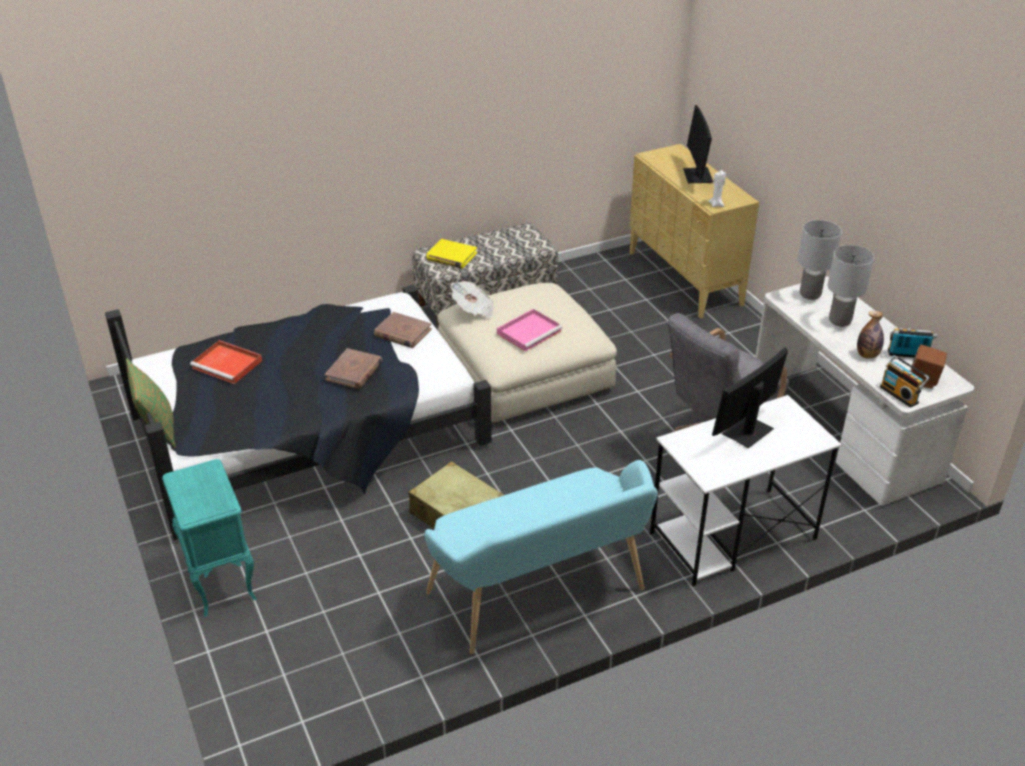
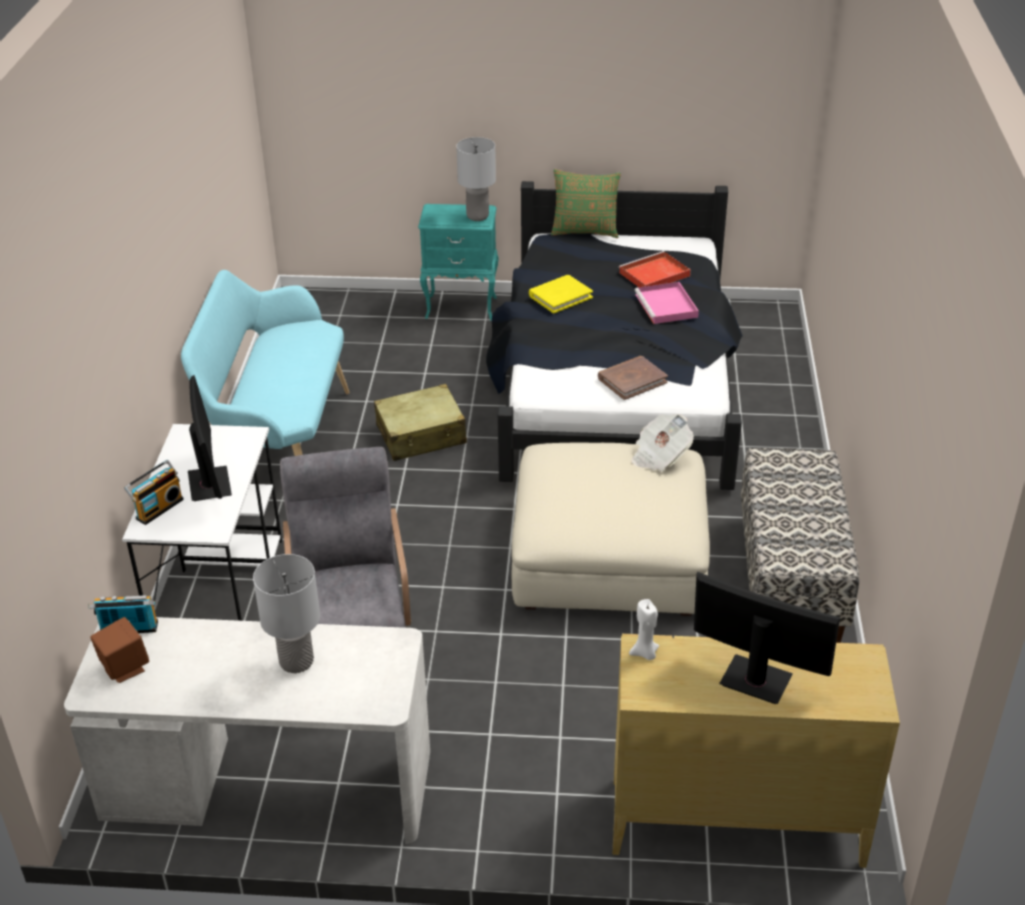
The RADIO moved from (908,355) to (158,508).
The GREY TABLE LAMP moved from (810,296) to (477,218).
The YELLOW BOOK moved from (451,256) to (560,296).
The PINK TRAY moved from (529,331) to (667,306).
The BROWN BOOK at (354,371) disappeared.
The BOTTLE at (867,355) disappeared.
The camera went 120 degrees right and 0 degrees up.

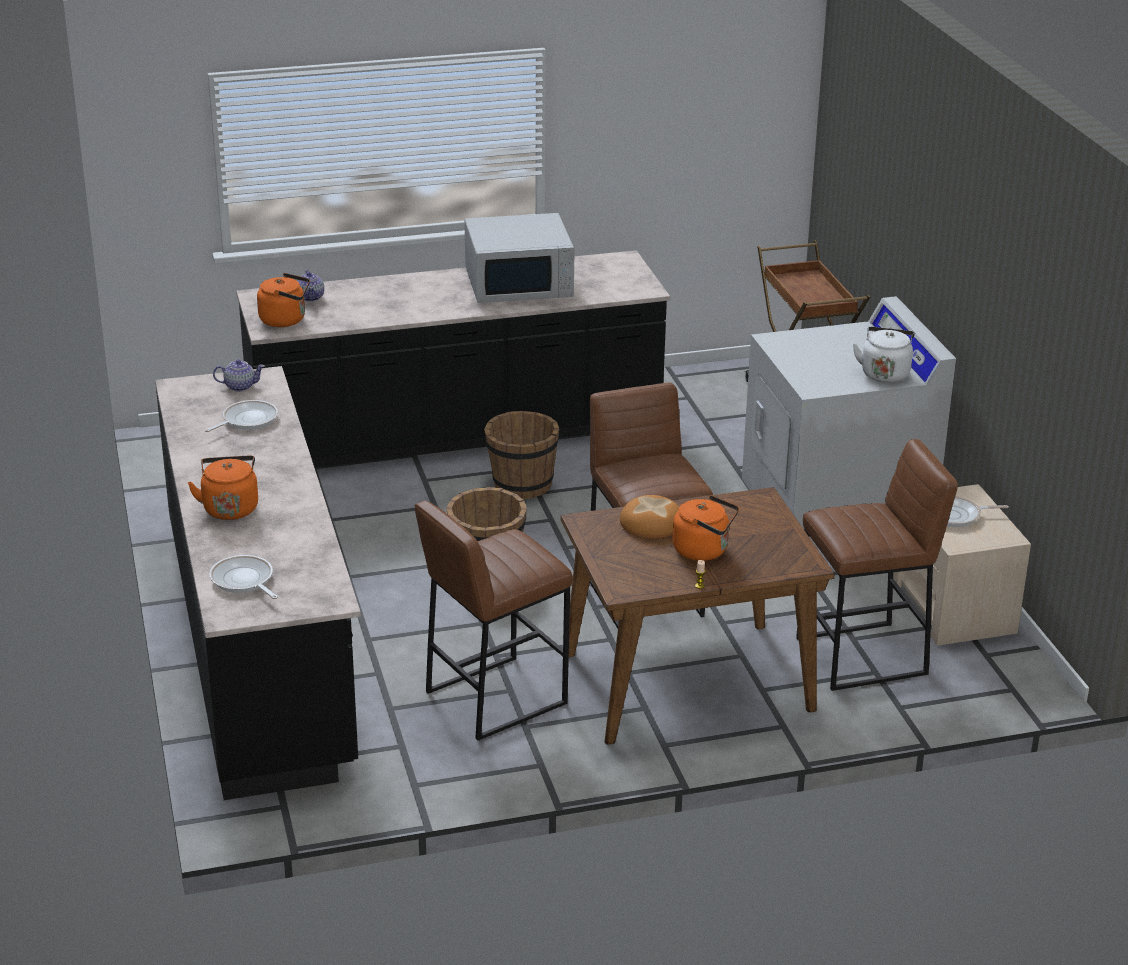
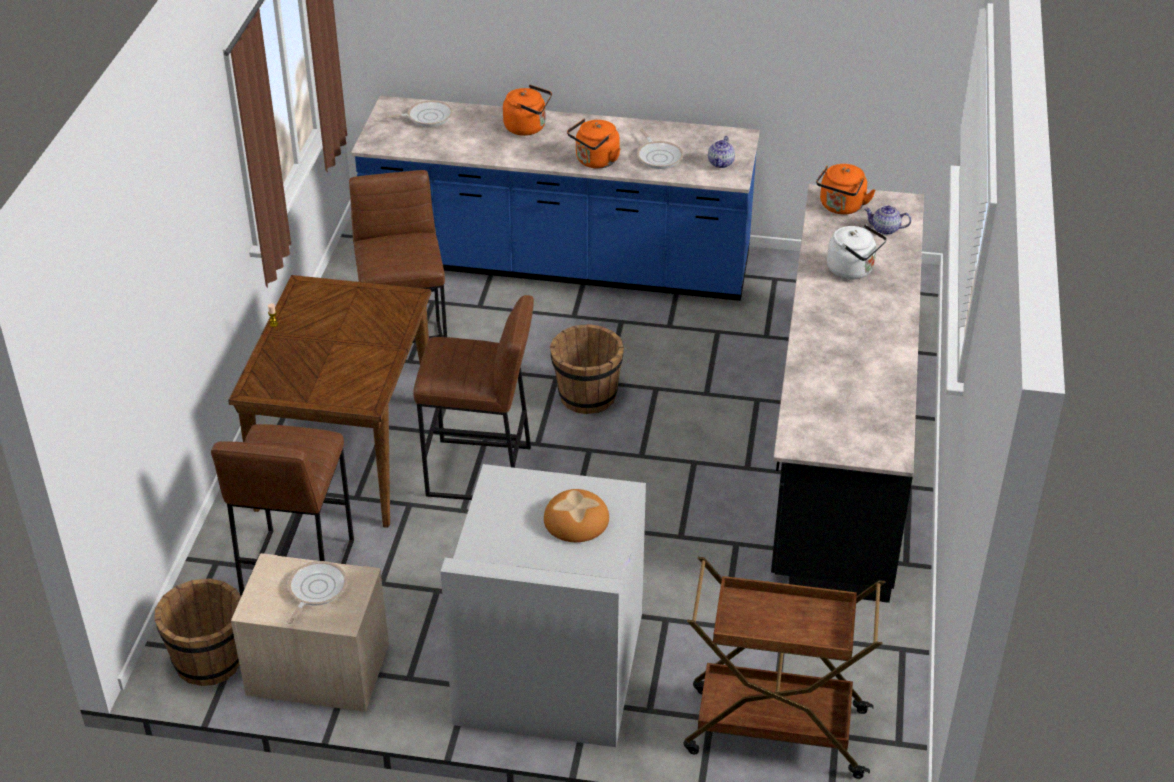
The BROWN BUCKET moved from (521,485) to (209,660).
The BLACK COUNTER at (260,642) became the BLUE COUNTER at (558,263).
The BREAD moved from (652,523) to (576,521).
The ORANGE KETTLE moved from (704,551) to (595,161).
The WHITE KETTLE moved from (884,373) to (853,270).
The WHITE MICROWAVE at (520,283) disappeared.
The camera went 115 degrees right and 10 degrees up.

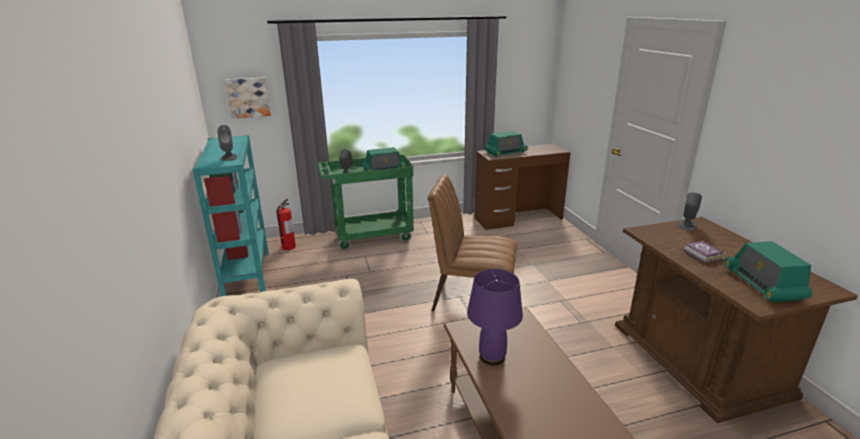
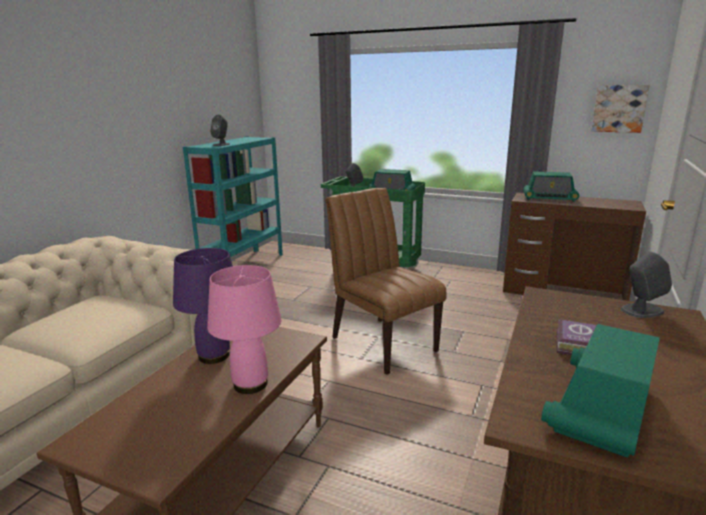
The PINK TABLE LAMP at (250,384) appeared.
The PICTURE moved from (248,97) to (619,108).
The FIRE EXTINGUISHER at (288,247) disappeared.
The camera went 40 degrees right and 5 degrees down.

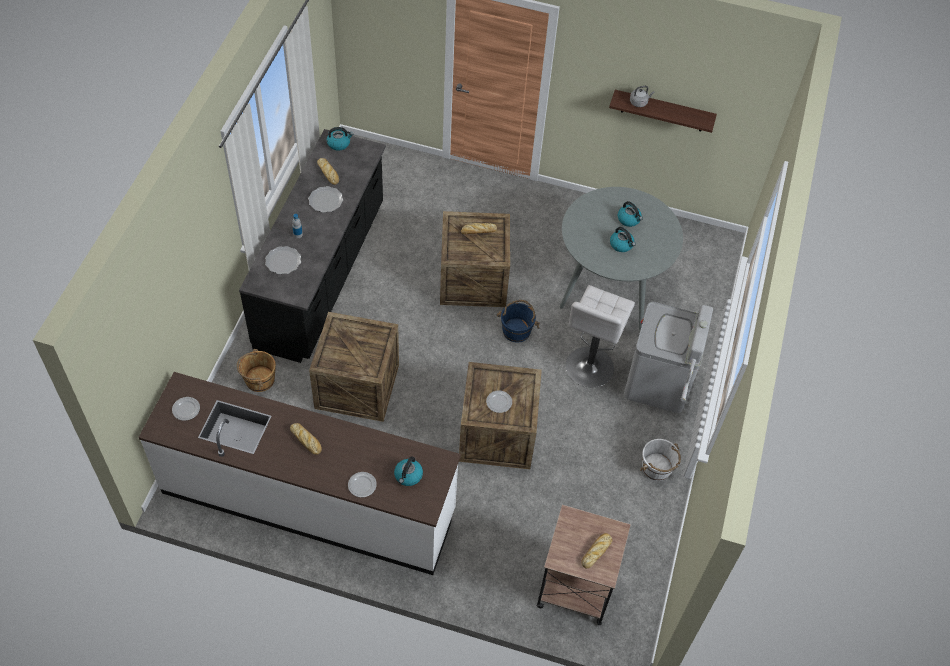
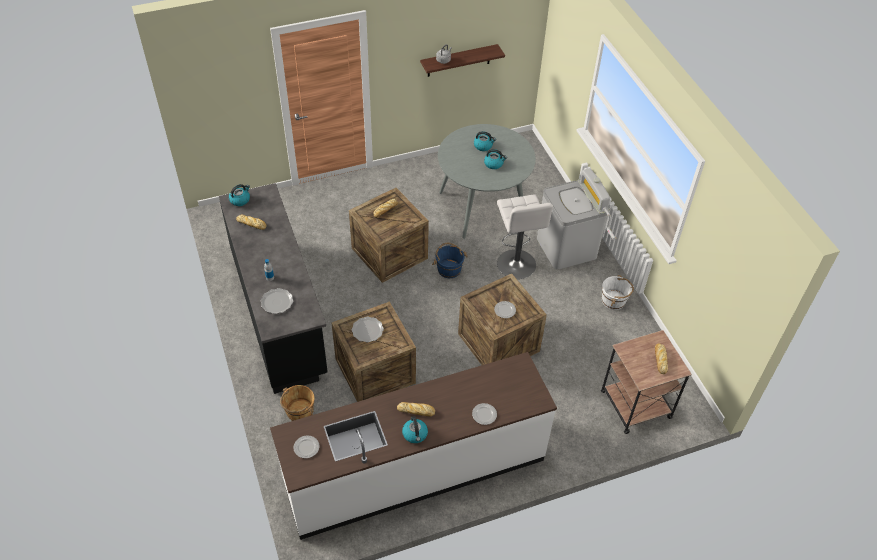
The PLATE moved from (326,201) to (367,330).
The KETTLE moved from (408,476) to (415,434).
The camera went 35 degrees left and 5 degrees down.

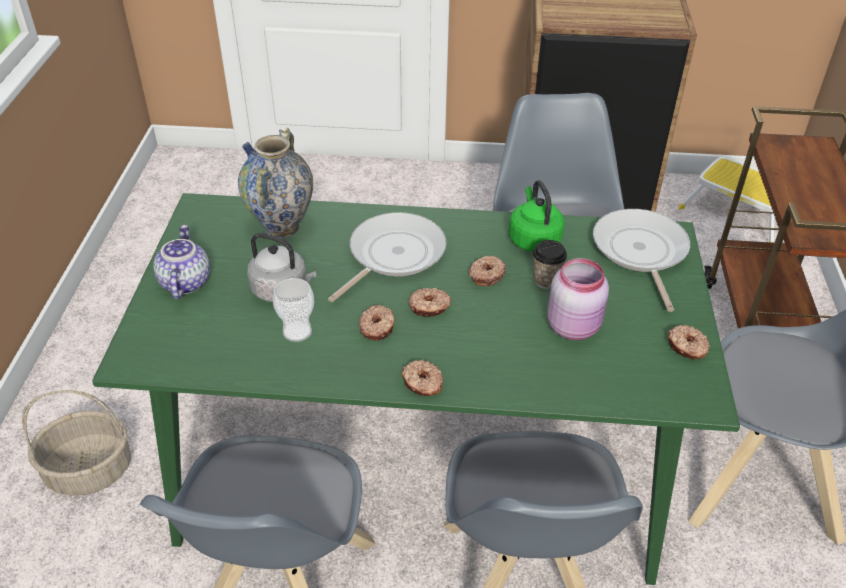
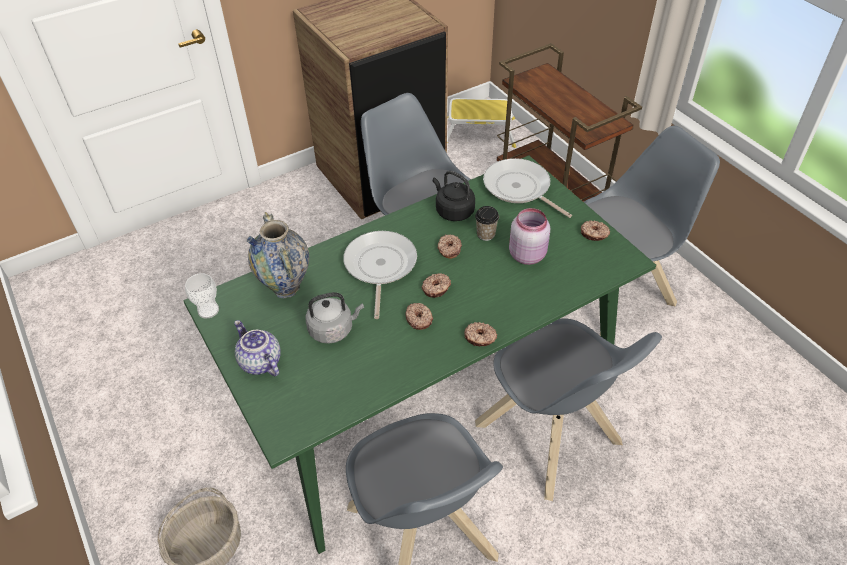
The CUP moved from (297,331) to (208,310).
The GREEN KETTLE at (533,238) became the BLACK KETTLE at (453,211).
The camera went 35 degrees left and 5 degrees up.

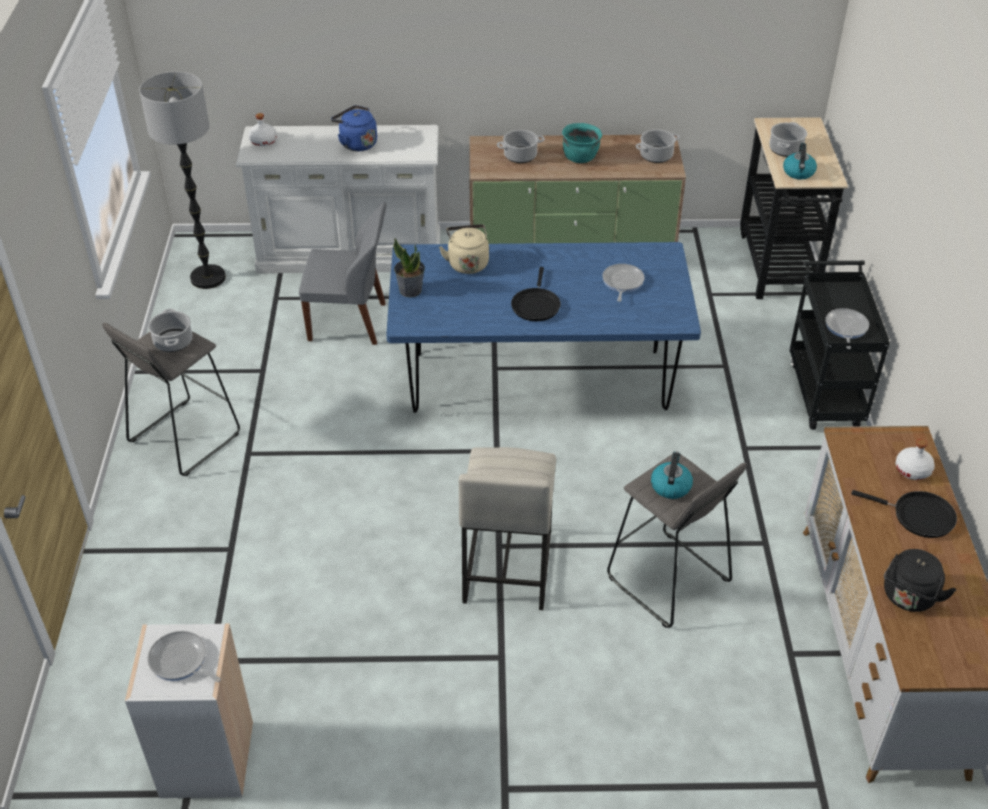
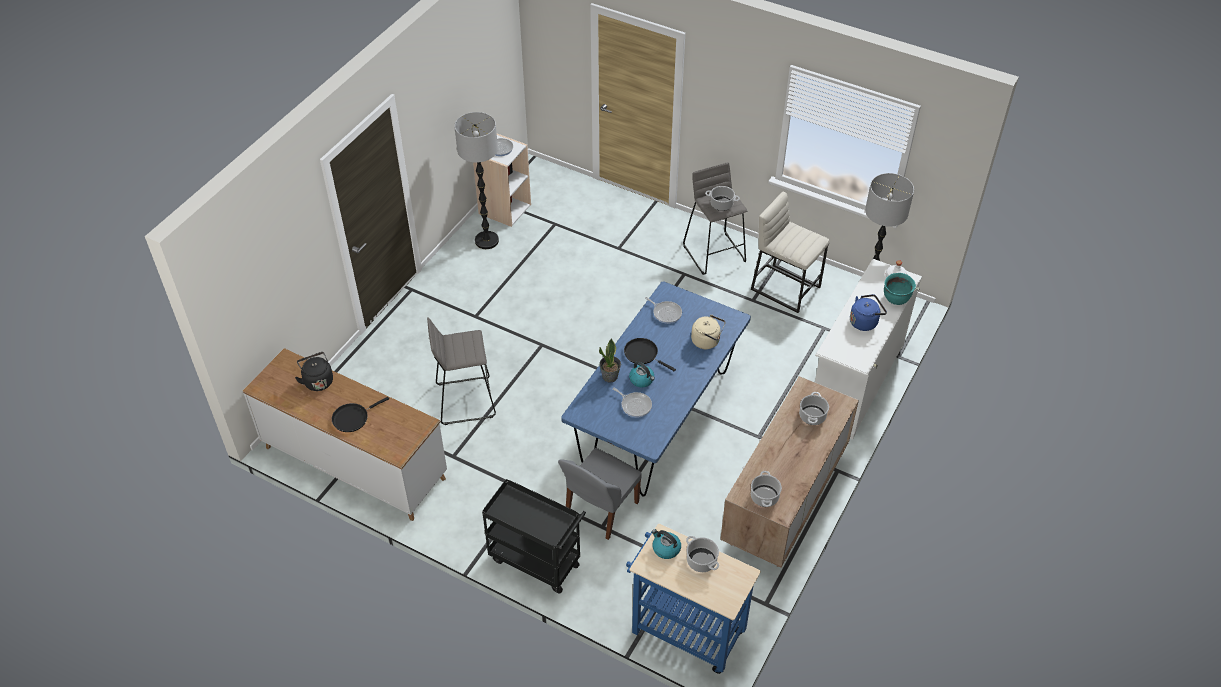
The FLOOR LAMP at (486,241) appeared.
The GREY CHAIR moved from (350,322) to (600,510).
The POTTED PLANT moved from (410,290) to (610,376).
The BLACK CART at (778,266) became the BLUE CART at (686,632).
The KETTLE moved from (670,486) to (642,380).
The FRYING PAN moved from (845,328) to (666,313).
The BEIGE STOOL moved from (507,567) to (785,288).
The TURQUOISE COOKING POT moved from (580,158) to (896,299).
The WHITE BOTTLE at (913,470) disappeared.
The camera went 120 degrees right and 5 degrees up.

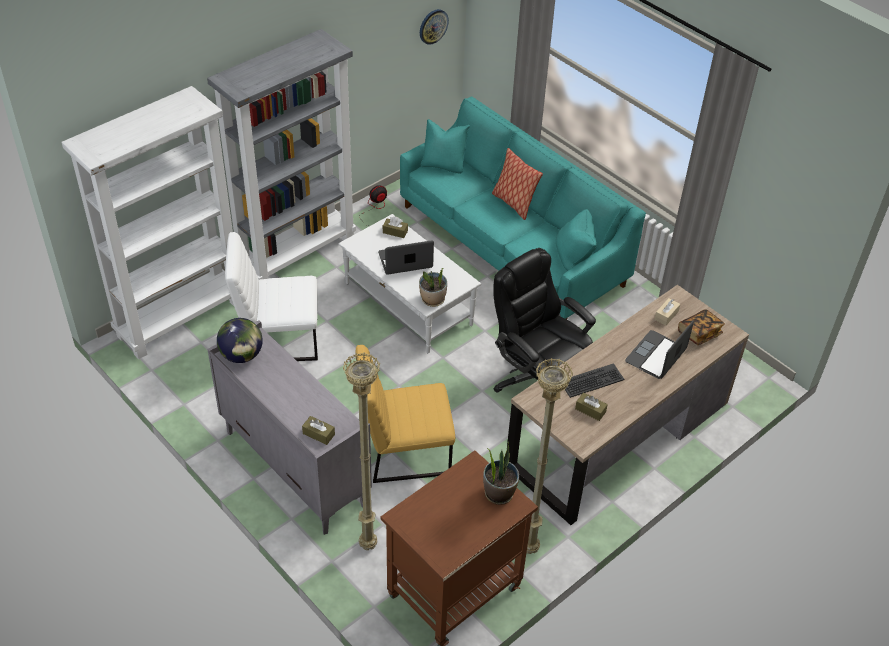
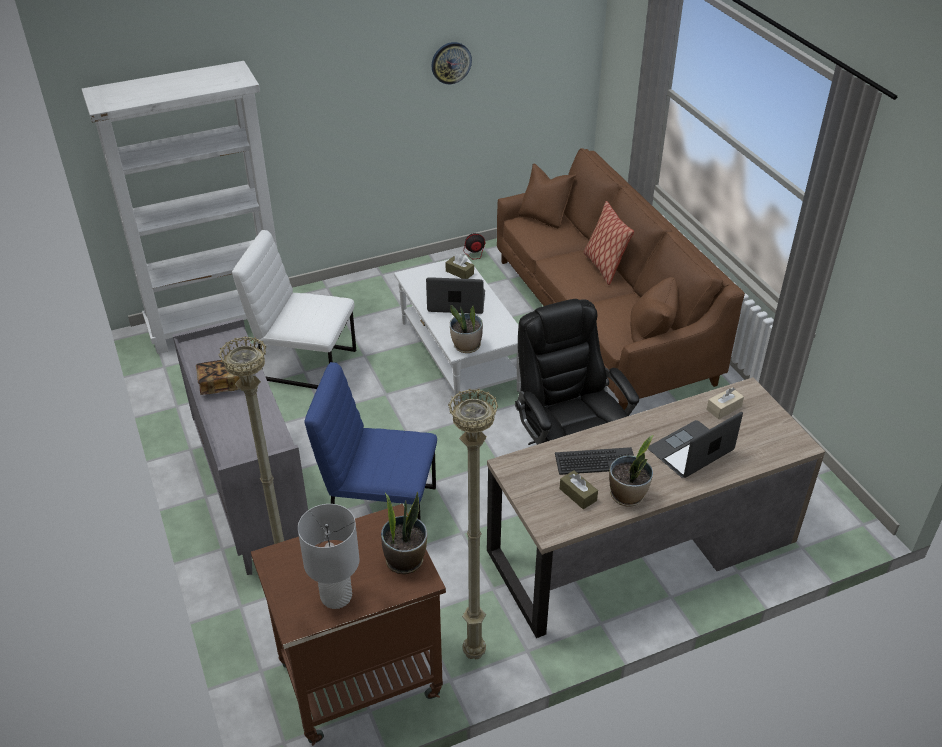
The BOOK moved from (699,333) to (222,384).
The GREY TABLE LAMP at (337,599) appeared.
The YELLOW CHAIR at (404,452) became the BLUE CHAIR at (380,508).
The WALL CLOCK moved from (433,26) to (451,62).
The TURQUOISE SOFA at (511,245) became the BROWN SOFA at (601,319).
The POTTED PLANT at (627,496) appeared.
The GREY BOOKCASE at (297,253) disappeared.
The GLOBE at (242,355) disappeared.
The BROWN TISSUE BOX at (318,434) disappeared.
The camera went 20 degrees right and 5 degrees down.

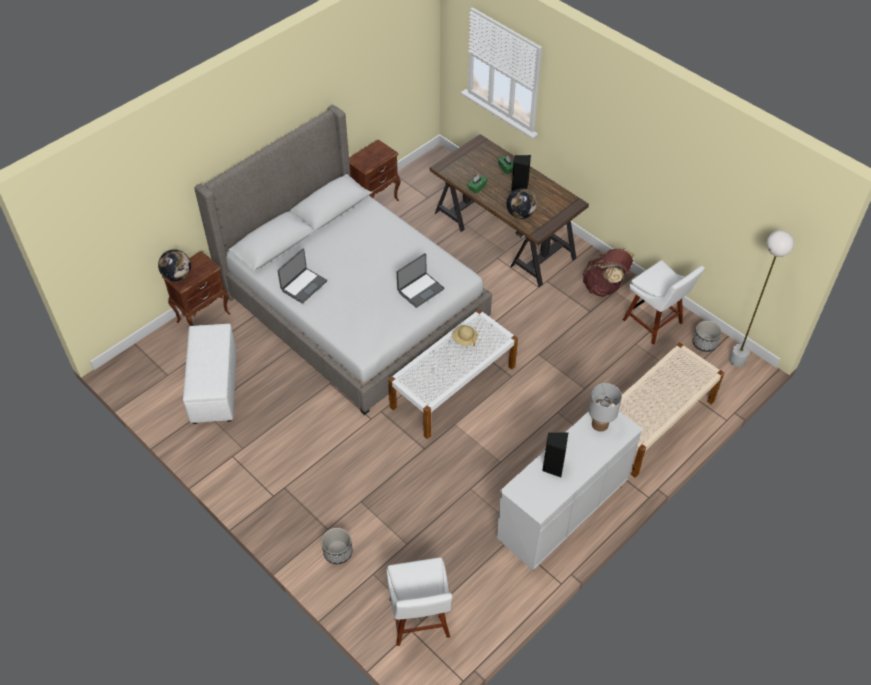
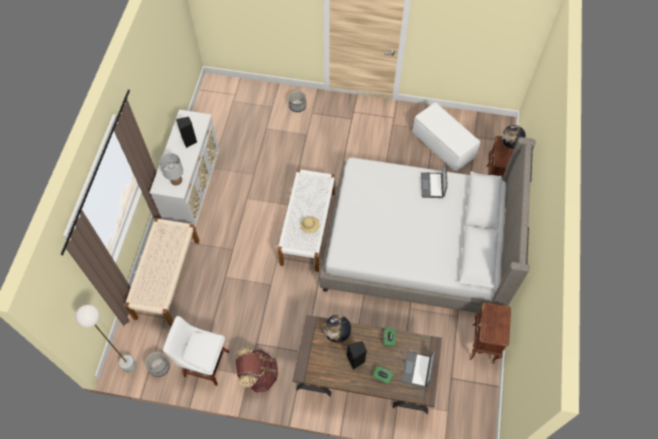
The LAPTOP moved from (420,290) to (417,370).
The WHITE CHAIR at (420,621) disappeared.
The camera went 145 degrees right and 10 degrees up.

